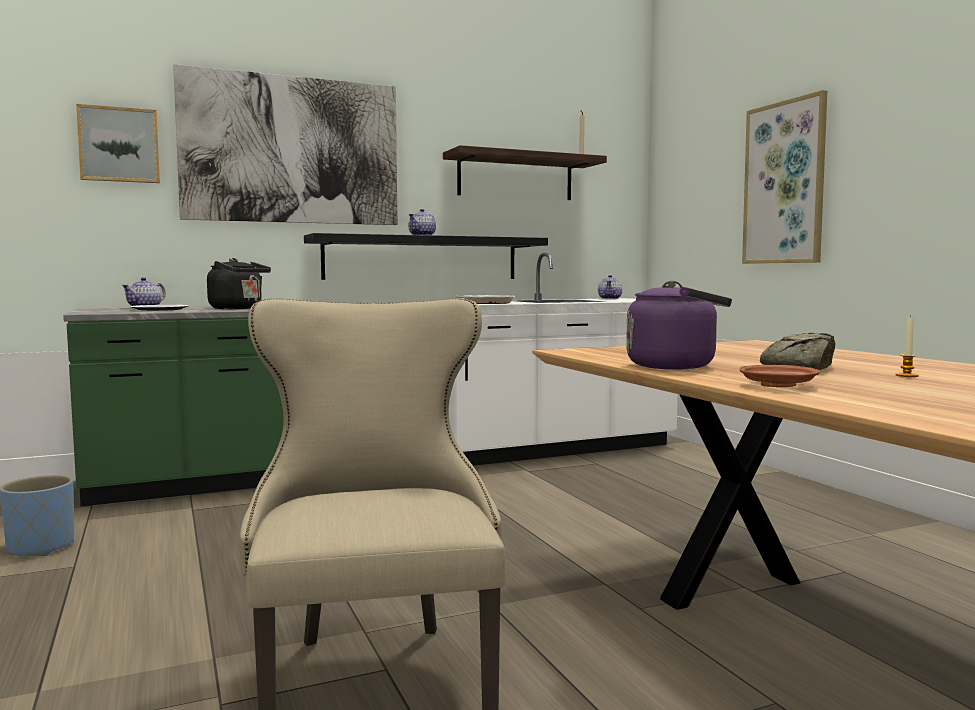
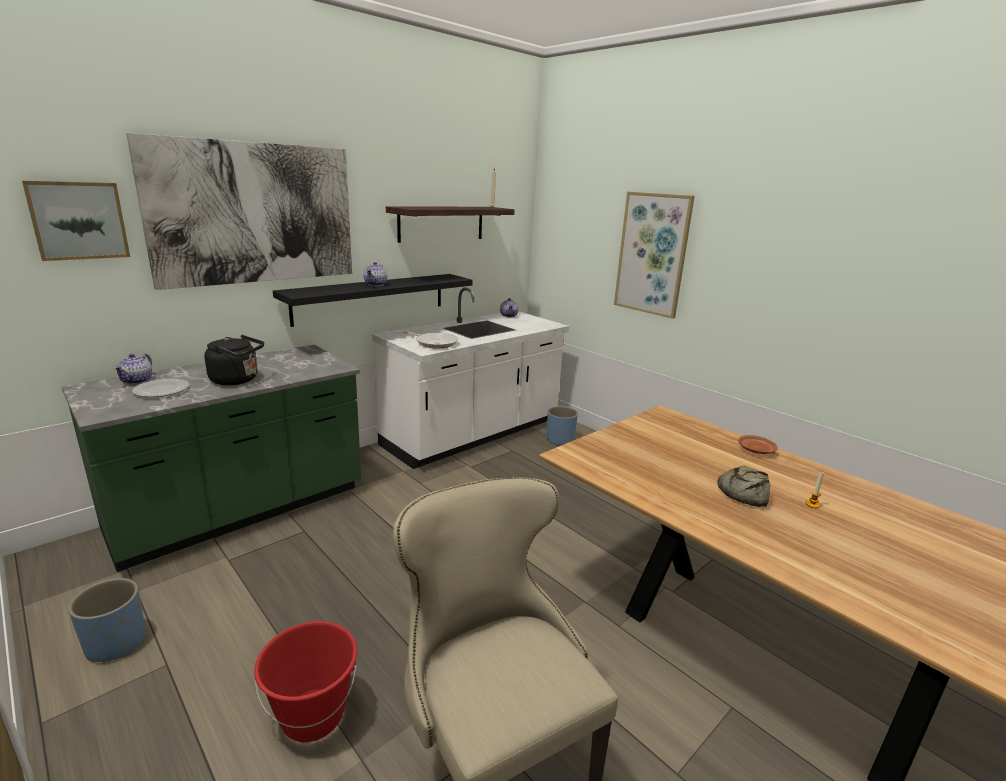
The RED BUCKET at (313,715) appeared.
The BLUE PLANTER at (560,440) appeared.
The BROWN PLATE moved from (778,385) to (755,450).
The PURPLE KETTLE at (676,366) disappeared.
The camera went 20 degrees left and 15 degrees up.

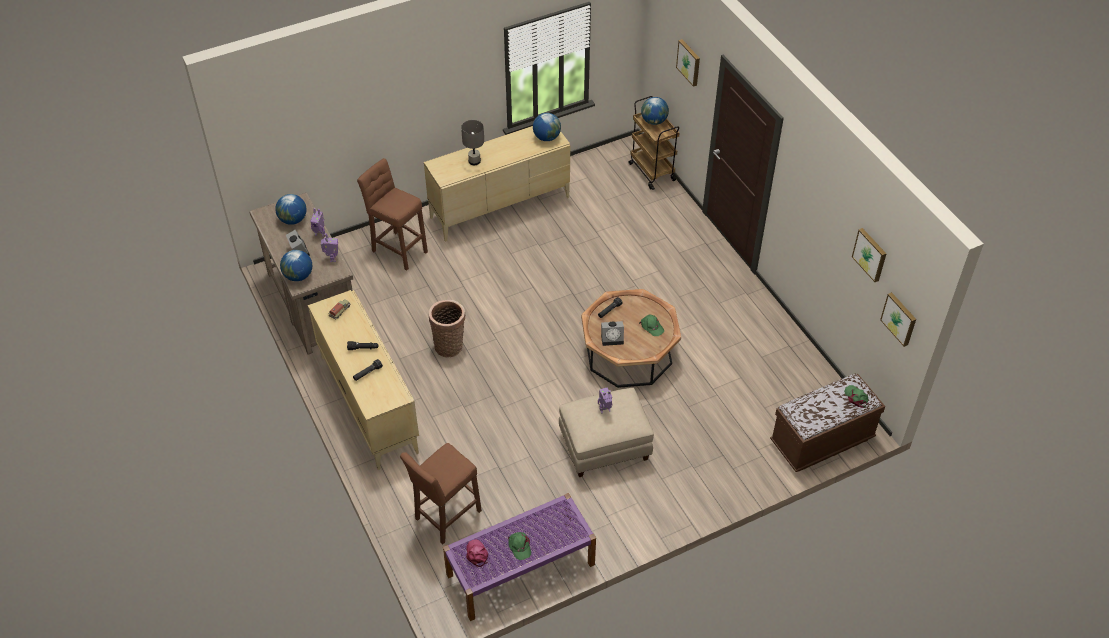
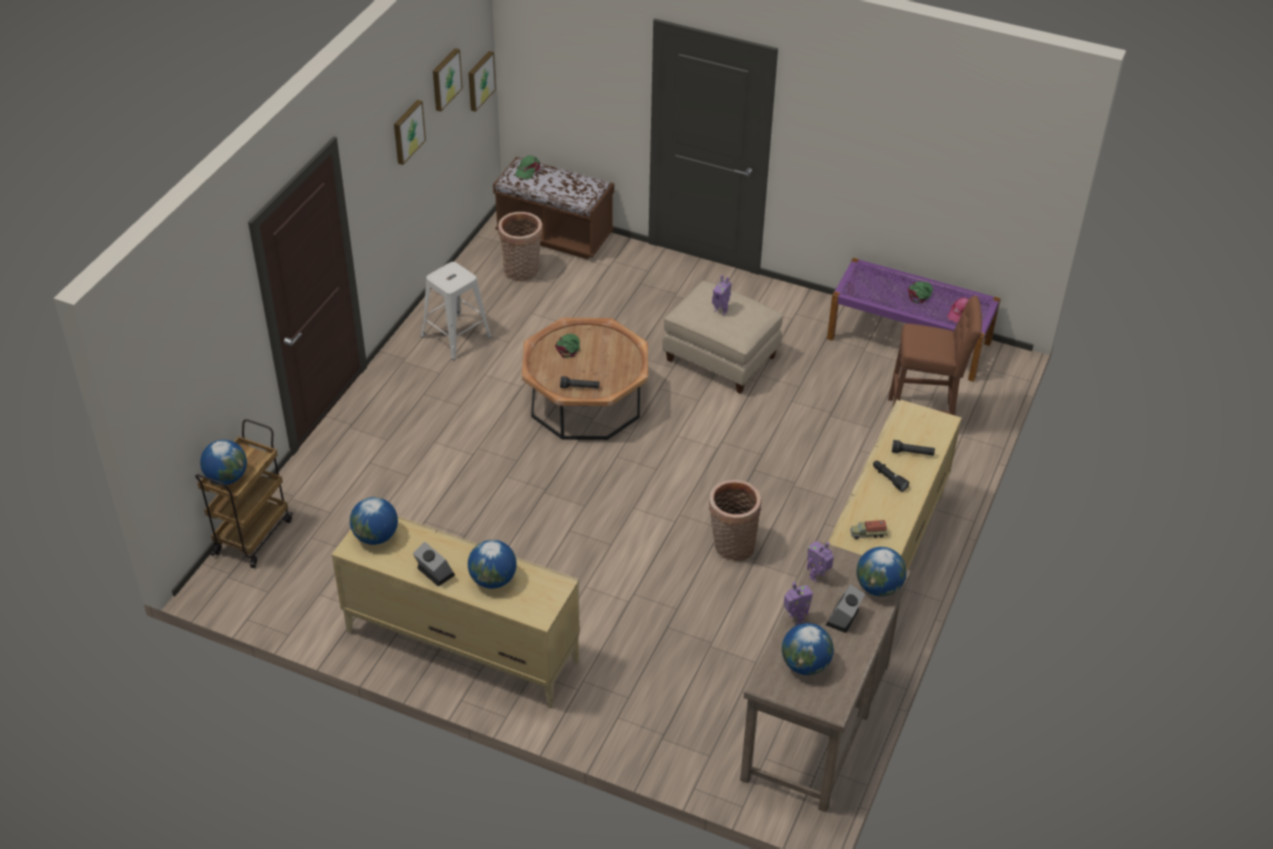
The PICTURE moved from (689,62) to (407,131).
The ALARM CLOCK moved from (613,338) to (433,572).
The WHITE STOOL at (456,336) appeared.
The GREY TABLE LAMP at (474,161) was replaced by the GLOBE at (493,580).
The BASKET at (522,273) appeared.
The BROWN STOOL at (398,249) disappeared.
The camera went 130 degrees left and 5 degrees down.

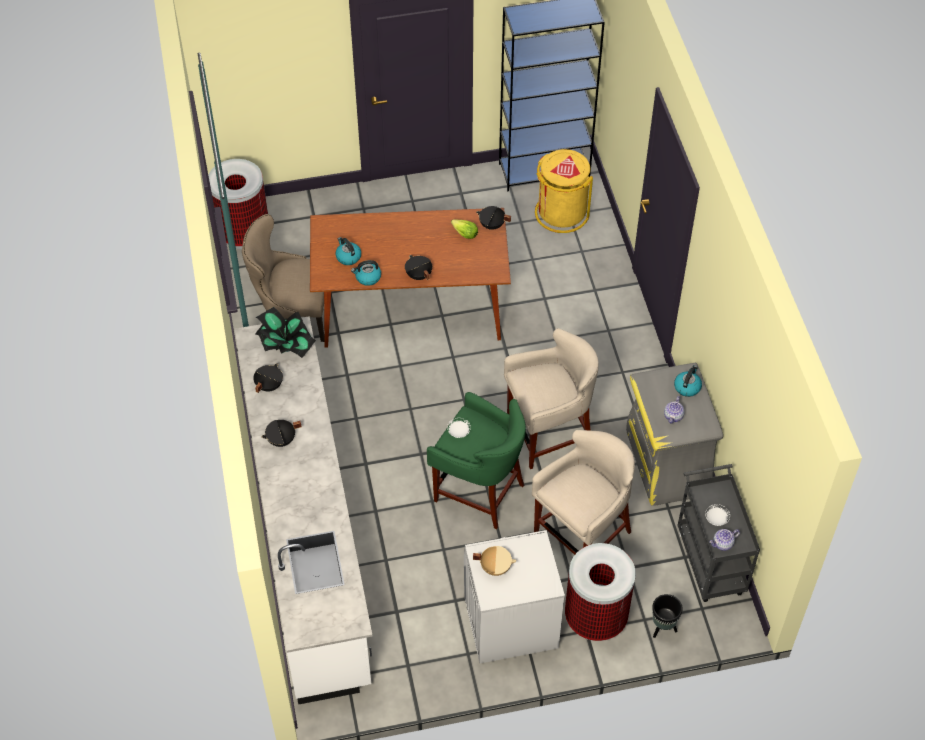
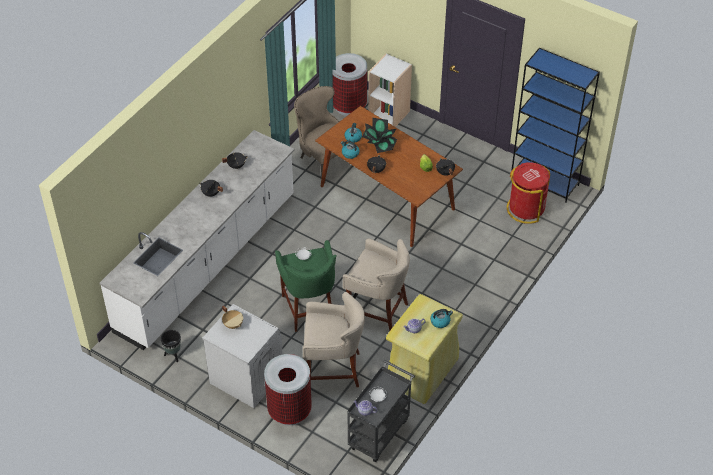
The BLACK PLANTER moved from (663,628) to (173,355).
The POTTED PLANT moved from (286,347) to (379,145).
The BOOKCASE at (389,114) appeared.
The GREY NIGHTSTAND at (667,462) became the YELLOW NIGHTSTAND at (421,370).
The YELLOW TRASH CAN at (561,213) became the RED TRASH CAN at (526,209).
The camera went 45 degrees right and 5 degrees down.

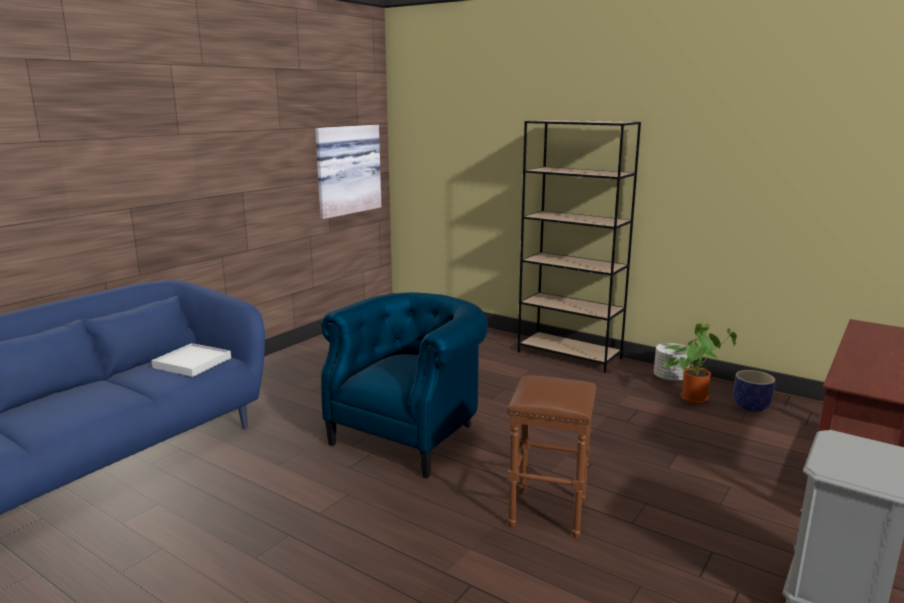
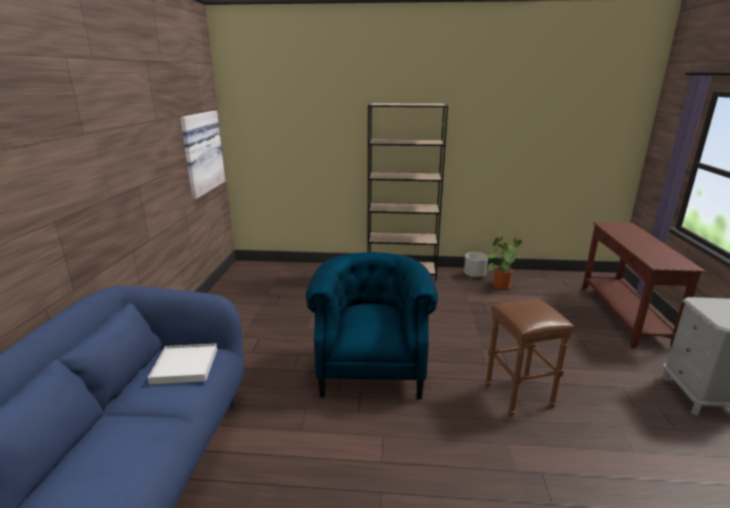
The PLANTER at (751,407) disappeared.
The camera went 30 degrees left and 5 degrees up.

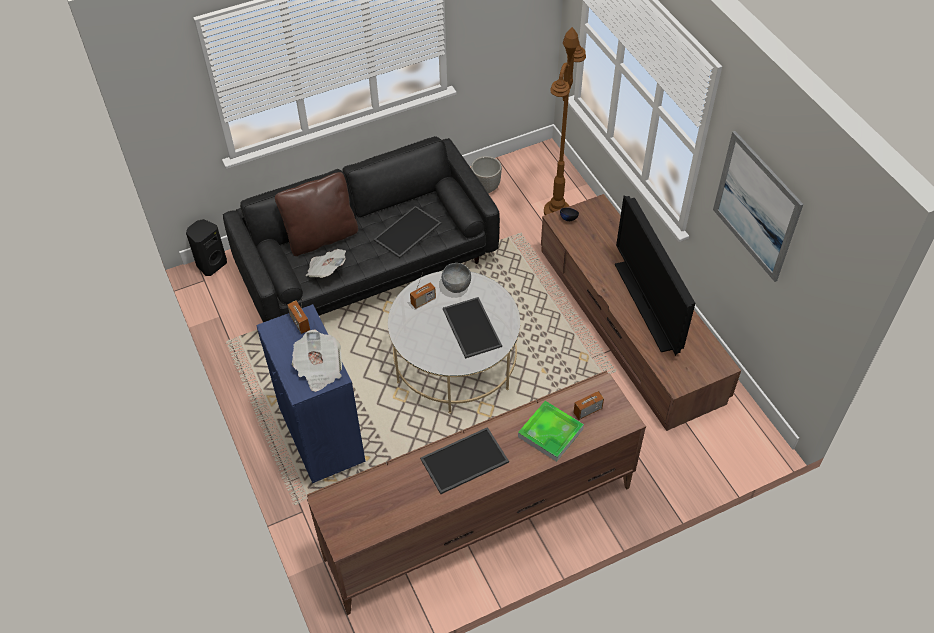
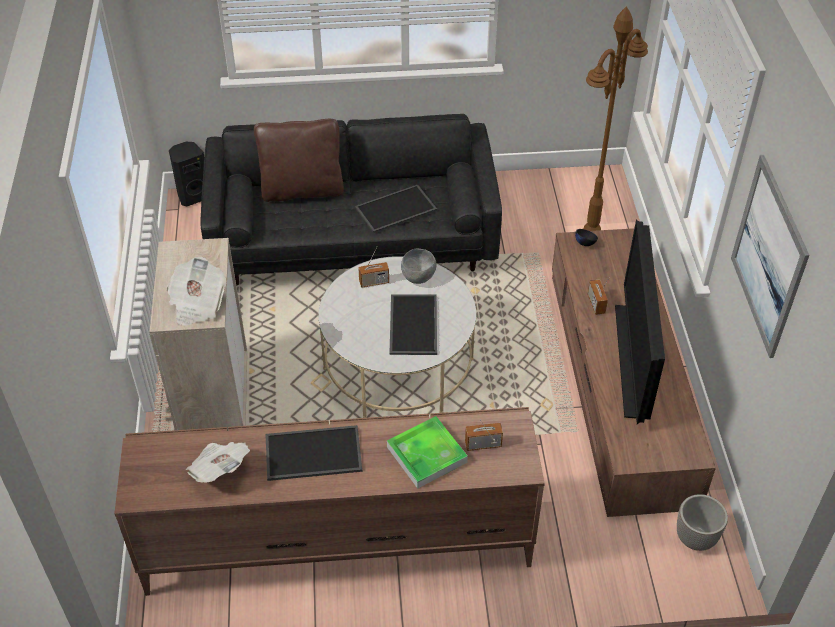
The BLUE CABINET at (321,437) became the BEIGE CABINET at (214,400).
The NEWSPAPER moved from (326,270) to (219,470).
The RADIO moved from (300,323) to (596,304).
The PLANTER moved from (486,187) to (695,538).
The camera went 20 degrees right and 5 degrees down.

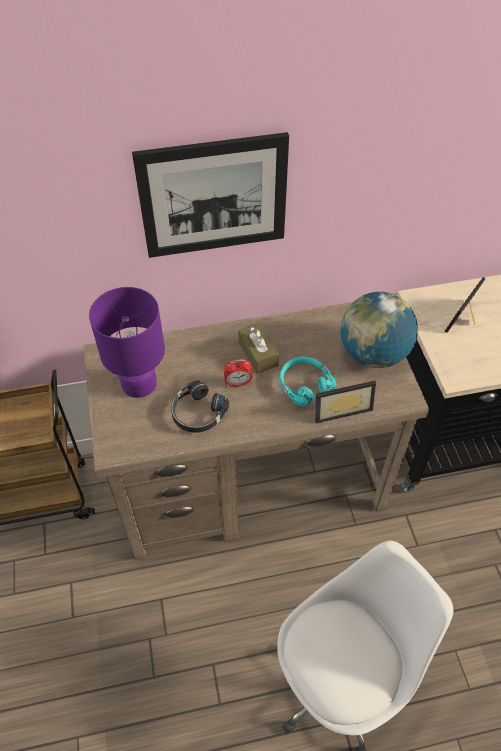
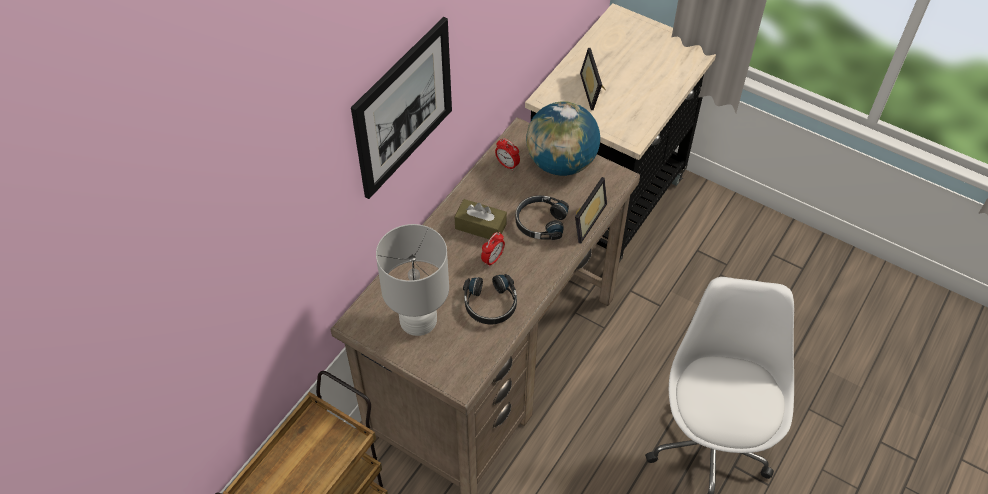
The PURPLE TABLE LAMP at (139,383) became the GREY TABLE LAMP at (418,319).
The ALARM CLOCK at (507,165) appeared.
The TURQUOISE HEADPHONES at (304,384) became the BLACK HEADPHONES at (540,222).
The camera went 45 degrees left and 0 degrees up.

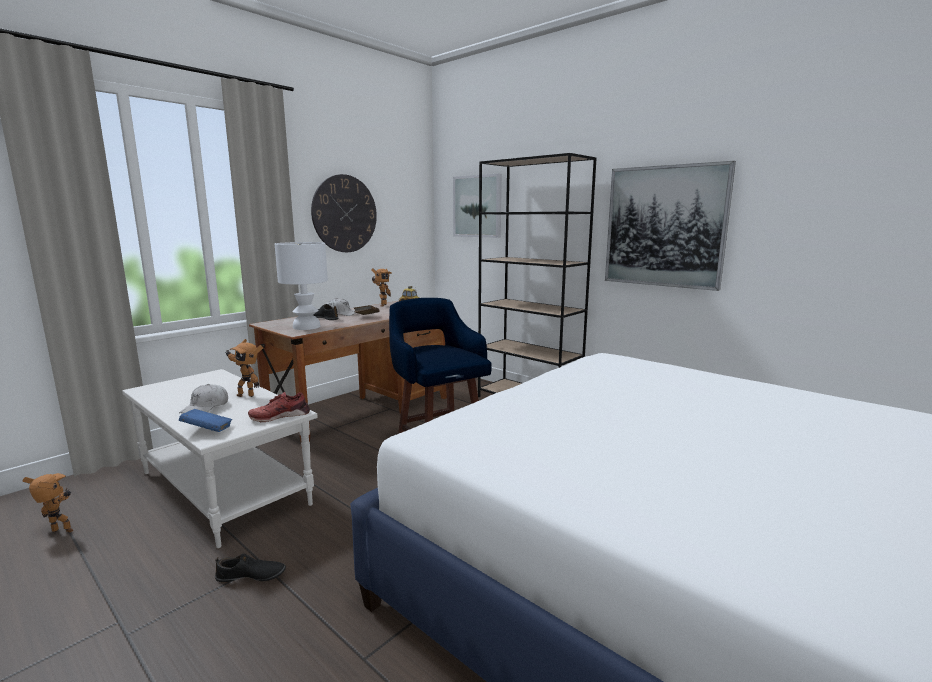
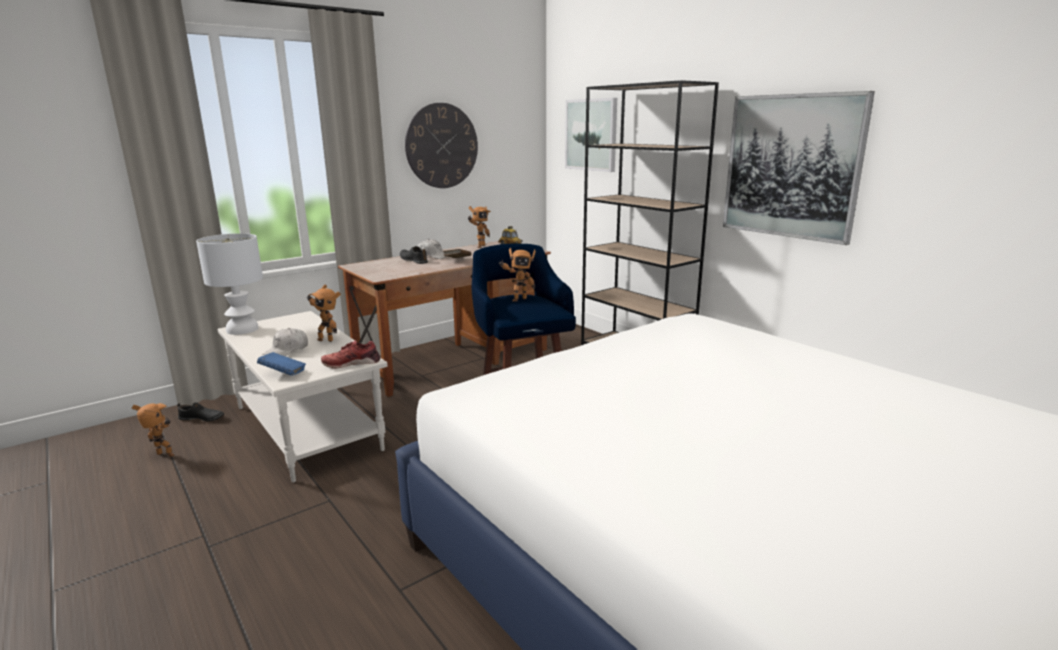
The BLACK SHOE moved from (251,576) to (202,418).
The WHITE TABLE LAMP moved from (306,327) to (242,329).
The TOY ROBOT at (518,299) appeared.
The camera went 10 degrees right and 5 degrees up.

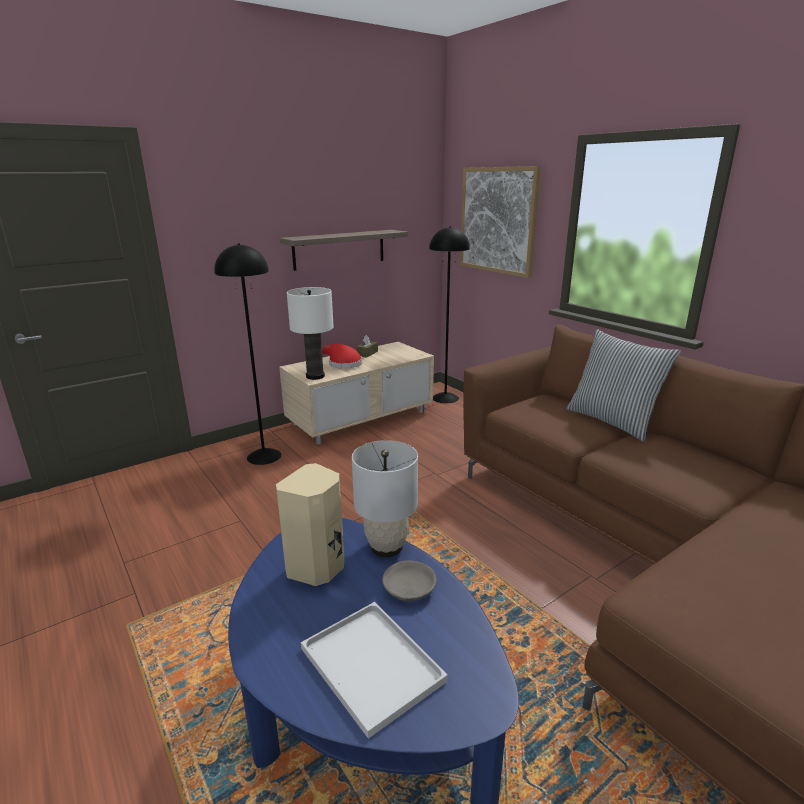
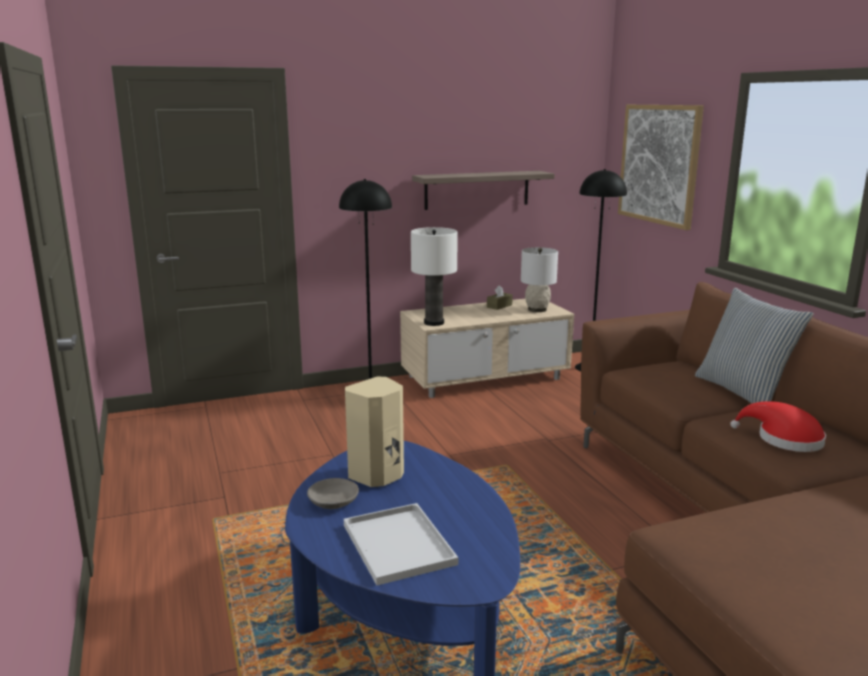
The GREY BOWL moved from (408,589) to (332,501).
The WHITE TABLE LAMP moved from (386,547) to (537,309).
The RED HAT moved from (342,364) to (784,439).
The camera went 15 degrees right and 5 degrees down.

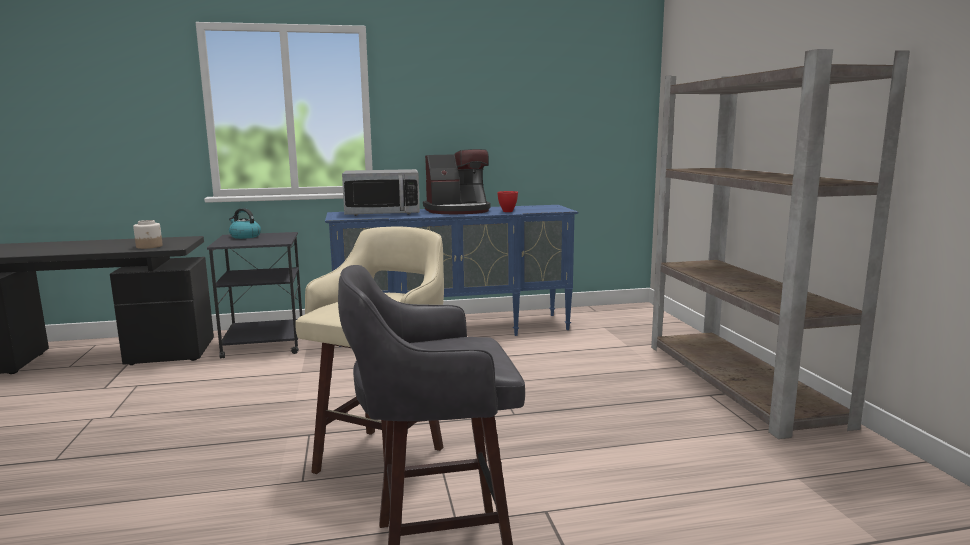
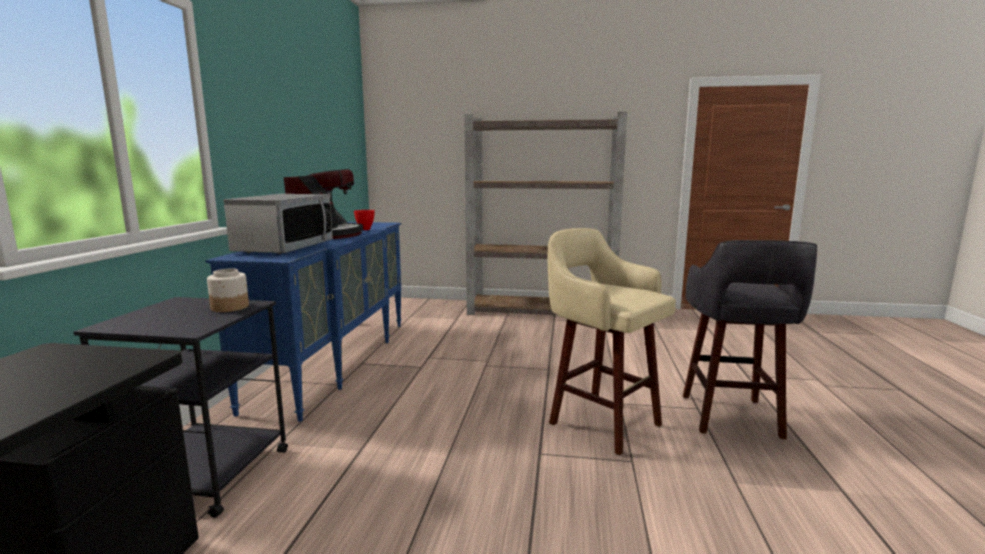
The JAR moved from (149,246) to (230,307).
The KETTLE at (244,236) disappeared.
The camera went 70 degrees left and 0 degrees up.

